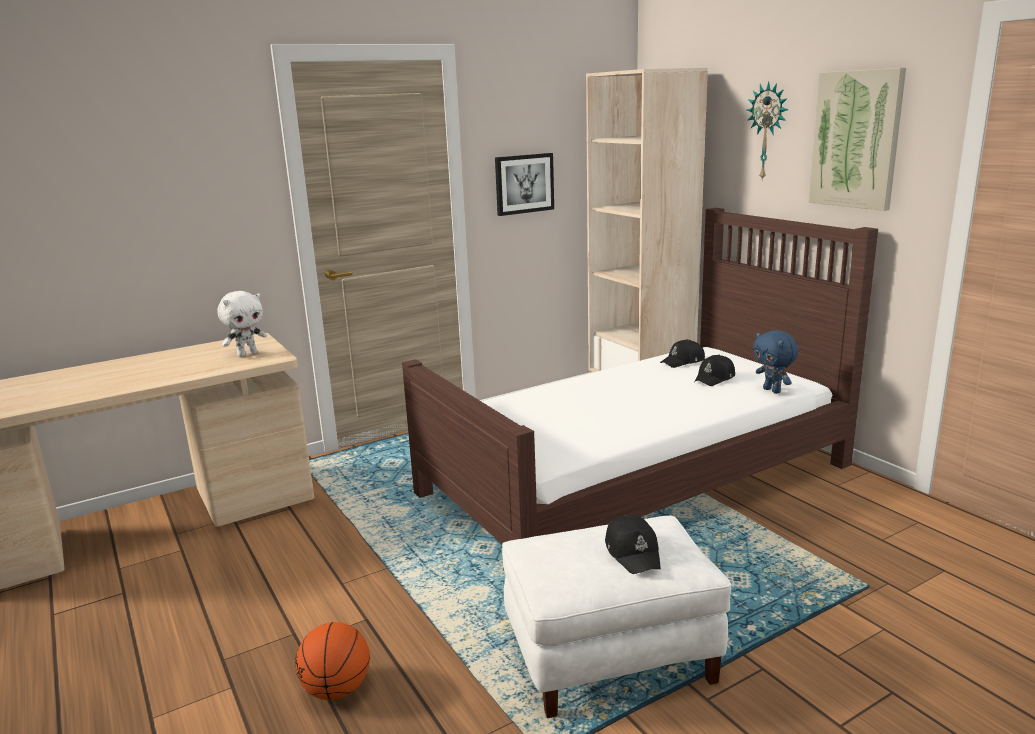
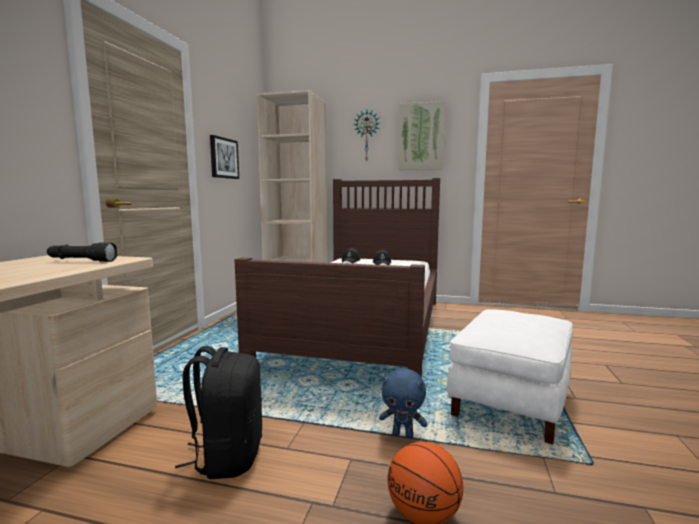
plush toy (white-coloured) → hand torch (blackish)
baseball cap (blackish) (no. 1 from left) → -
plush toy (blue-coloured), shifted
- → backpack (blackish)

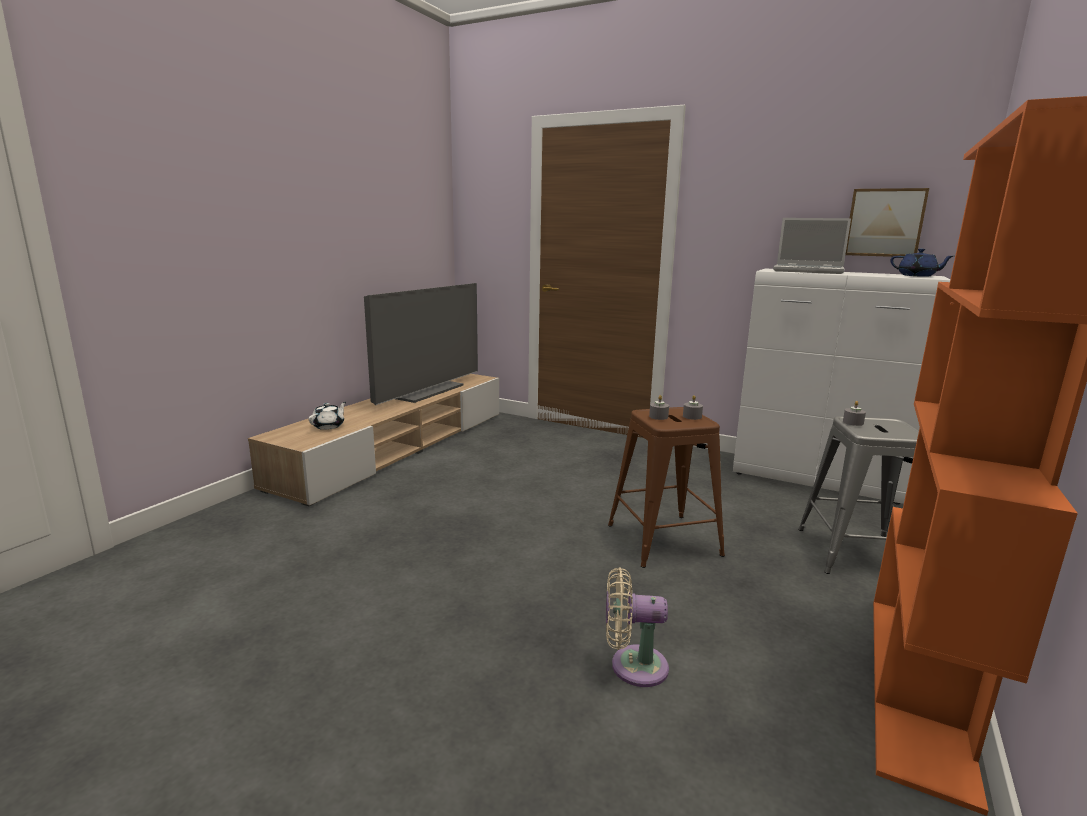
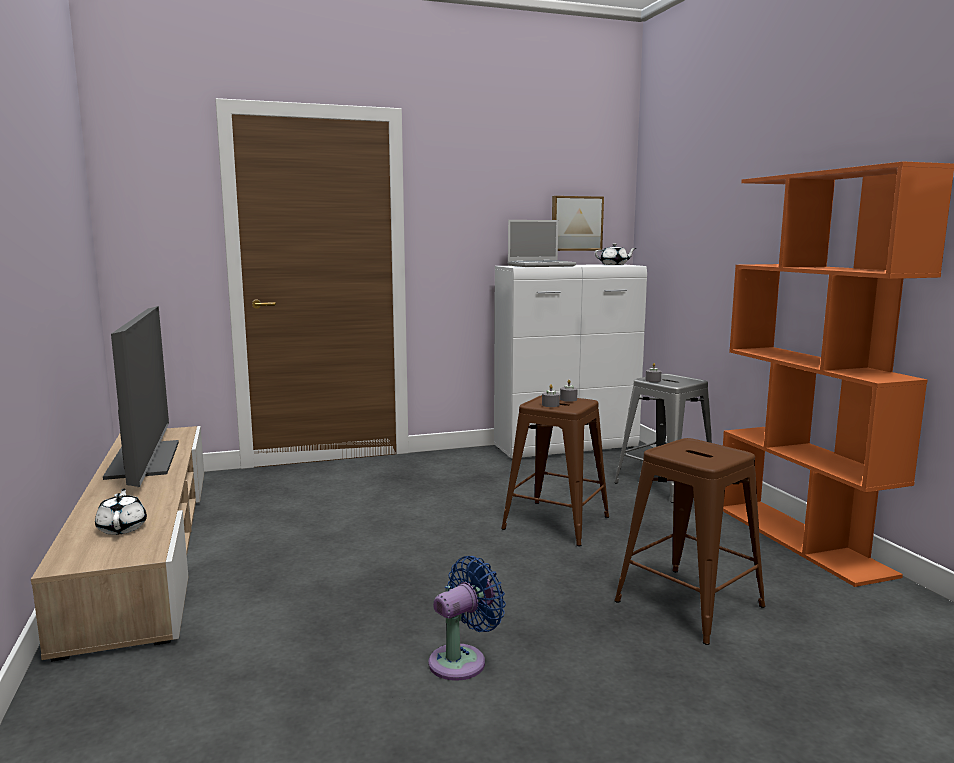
cooling fan (beige) → stool (brown) (no. 2 from left)
teapot (blue-coloured) → teapot (white-coloured) (no. 2 from left)
- → cooling fan (blue-coloured)

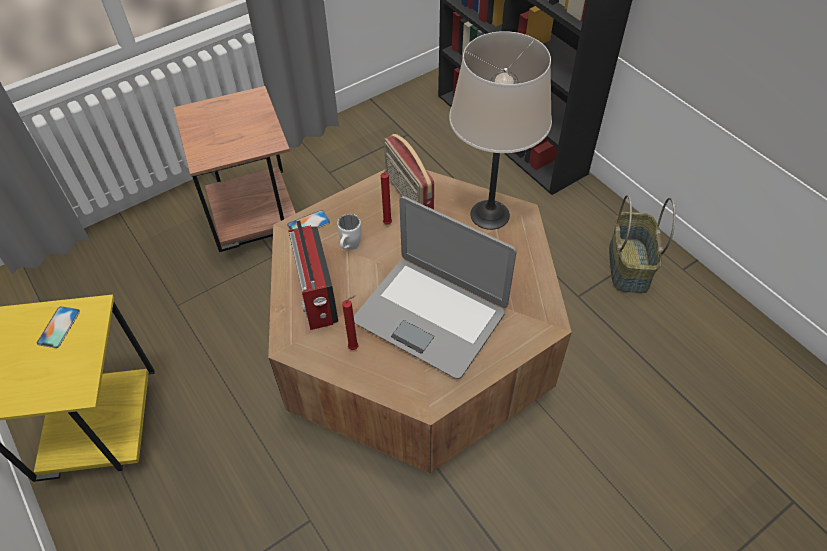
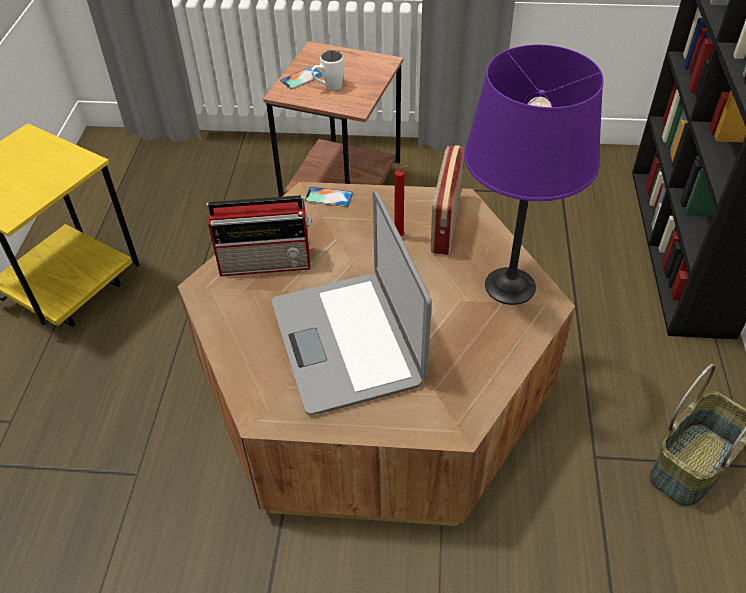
handset (no. 1 from left), shifted
radio (no. 1 from left), 120 degrees counterclockwise
tea mug (white-coloured), shifted
wax candle (red) (no. 1 from left) → -
lamp for a table (beige) → lamp for a table (purple)

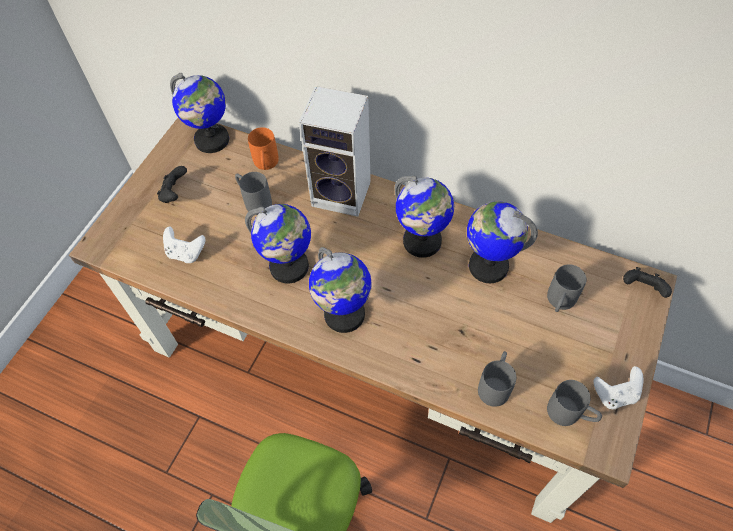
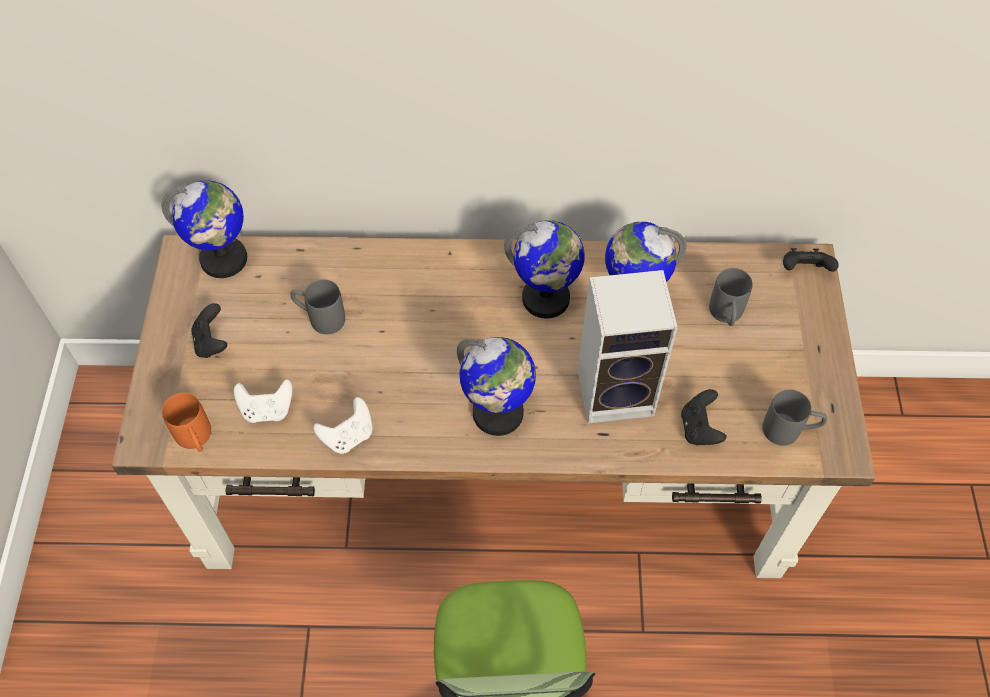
world globe (no. 2 from left) → -
tea mug (orangey), shifted
loudspeaker, shifted
tea mug (grey) (no. 2 from left) → gamepad (blackish) (no. 2 from left)
gamepad (white-coloured) (no. 2 from left), shifted

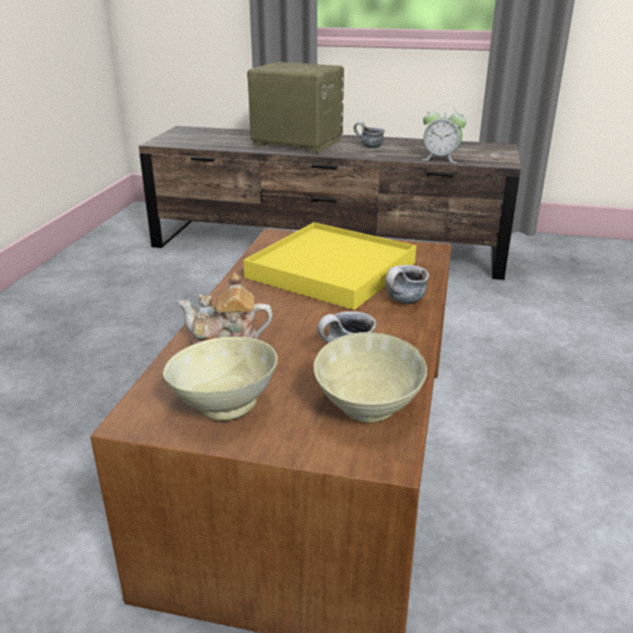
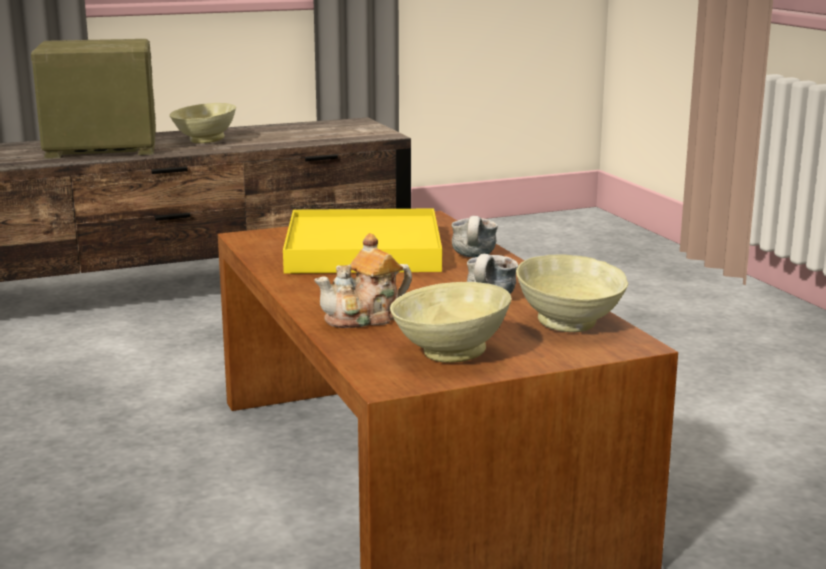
tea mug (no. 2 from left) → deep dish (beige) (no. 1 from left)
table clock → -

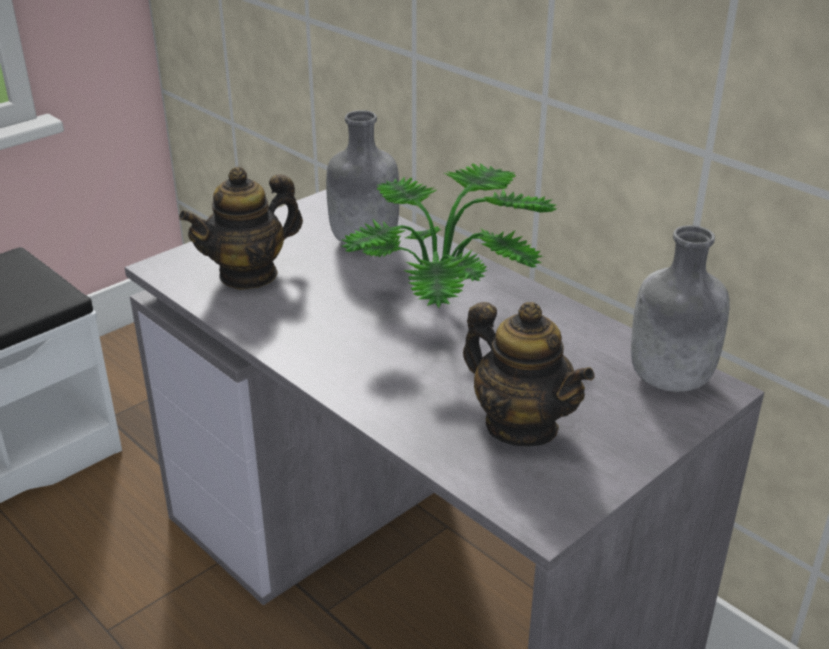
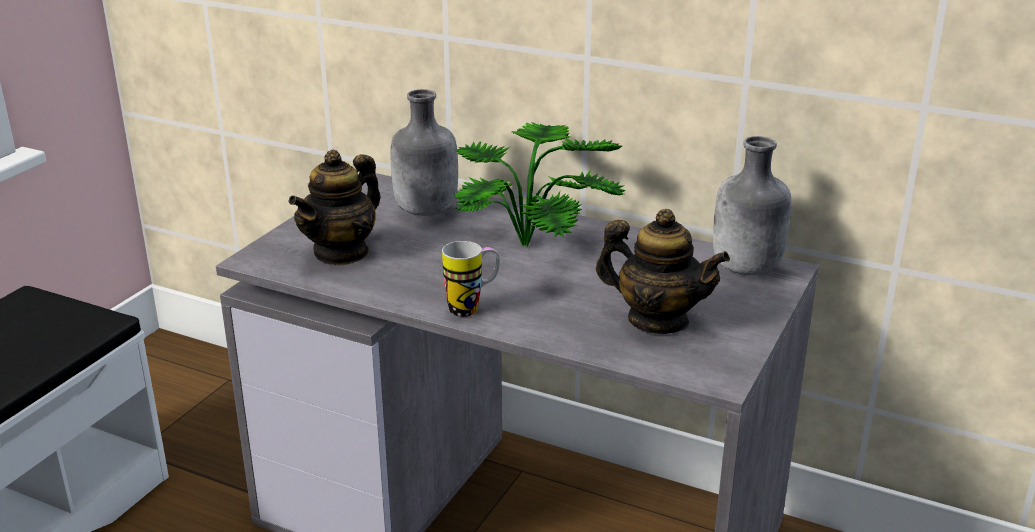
- → tea mug

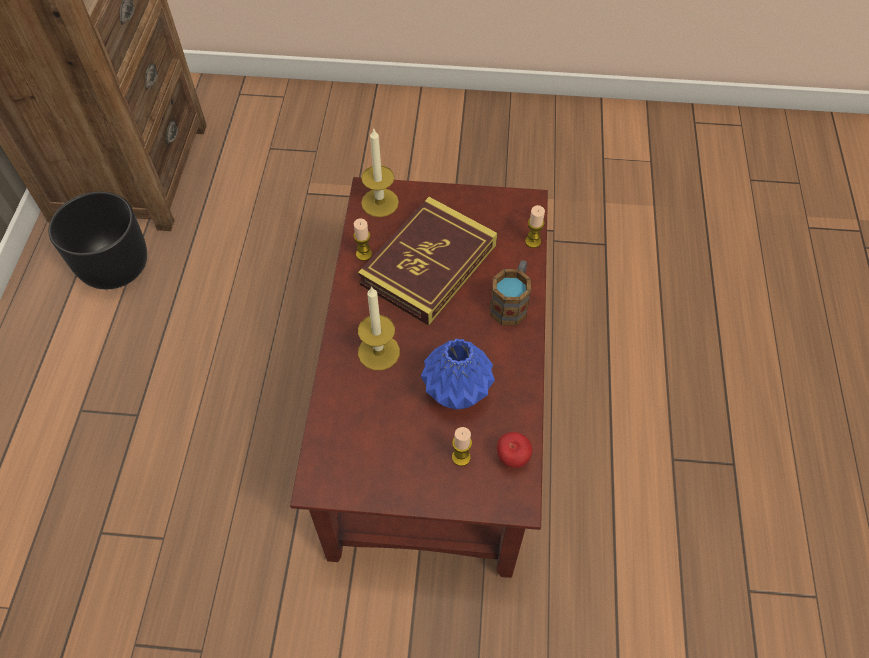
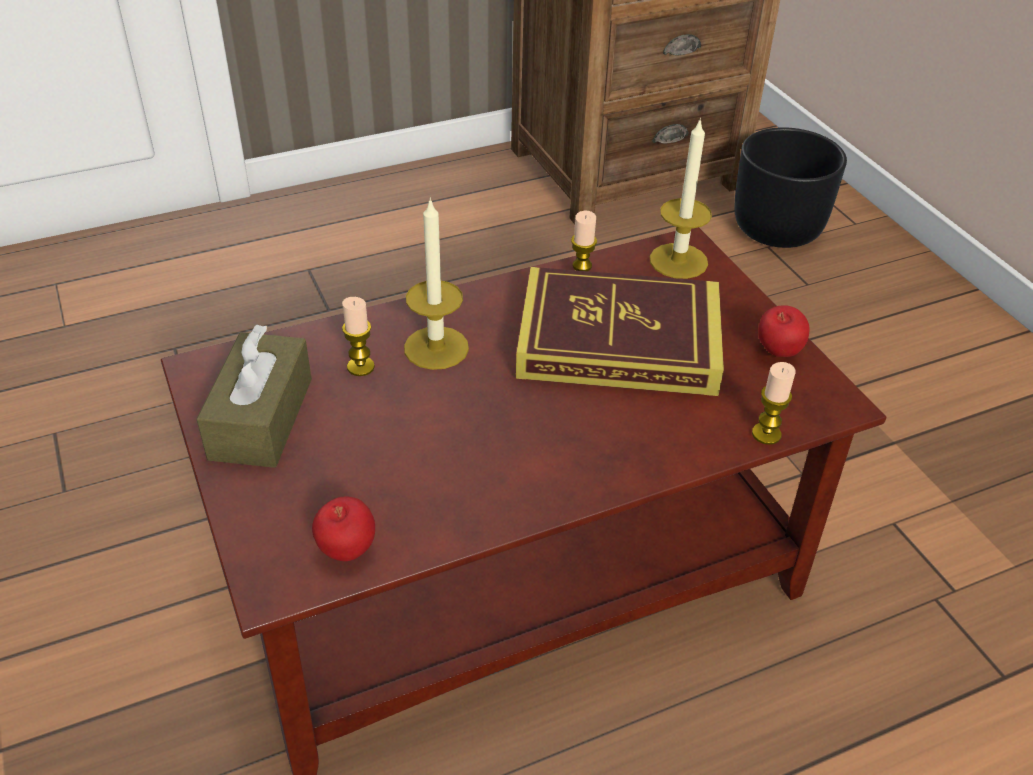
flower pot (blackish), shifted
flower vase (blue-coloured) → -
wax candle (no. 4 from left in the first image) → wax candle (no. 1 from left), shifted
tea mug → -
- → tissue holder (brown)
- → whole apple (no. 2 from left)

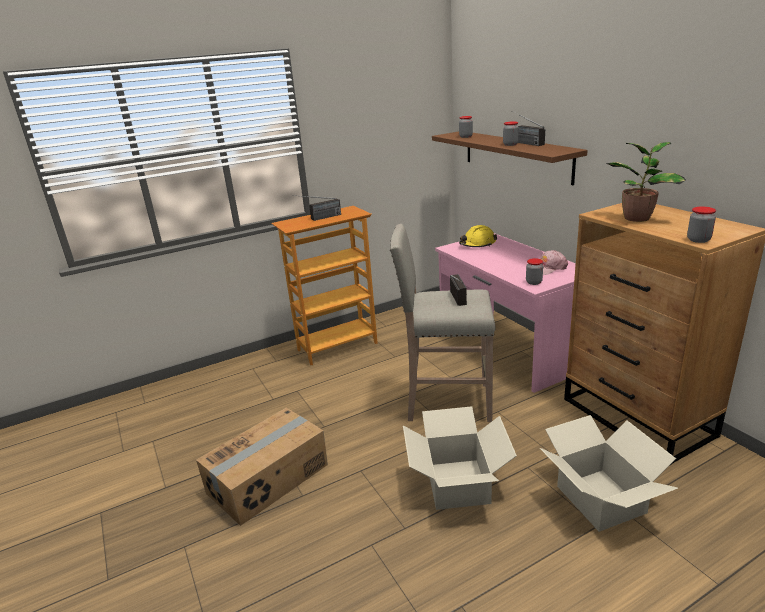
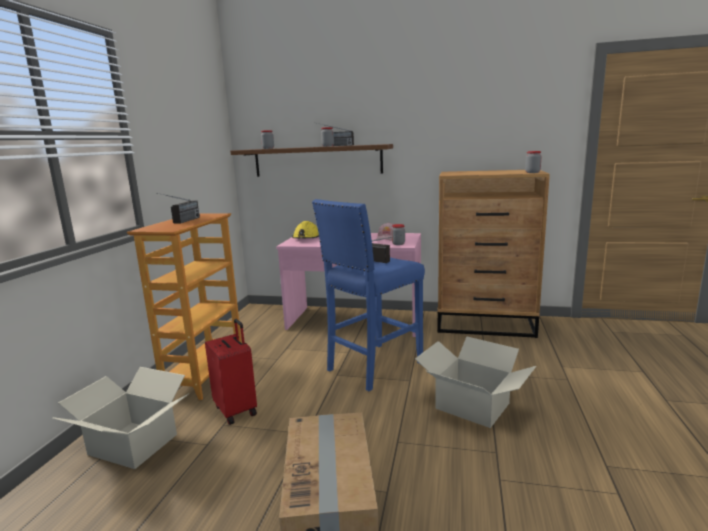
stool (beige) → stool (blue-coloured)
cardboard box (no. 3 from left in the first image) → cardboard box (no. 1 from left), shifted
potted plant → -
- → suitcase (red)

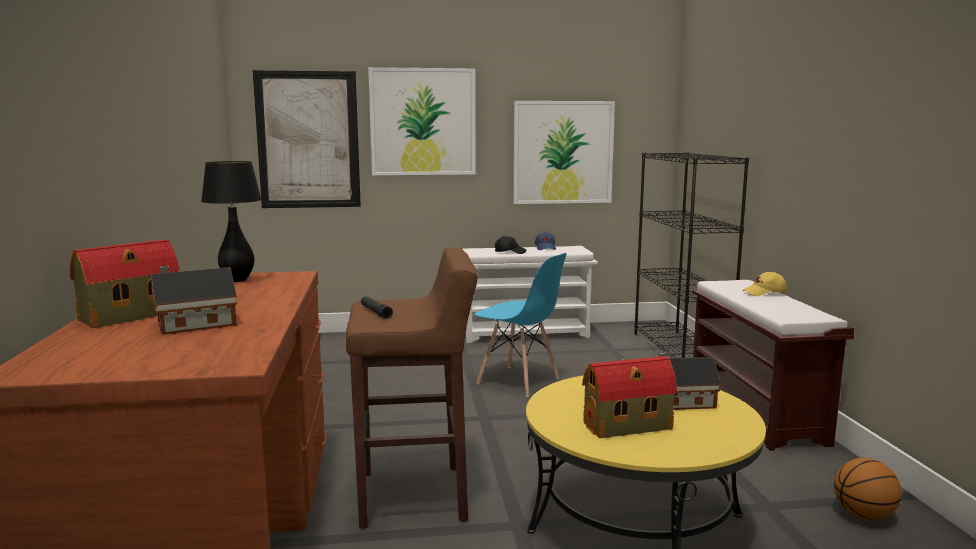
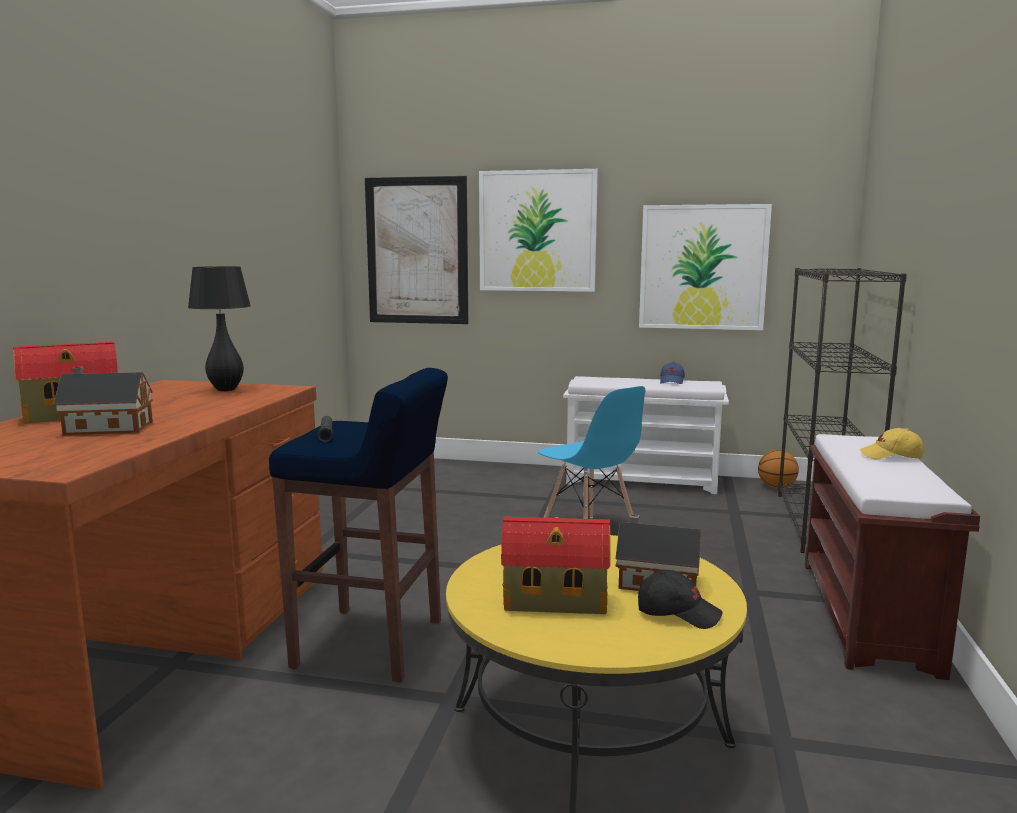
stool (brown) → stool (blue-coloured)
baseball cap (blackish), shifted
ball for basketball, shifted

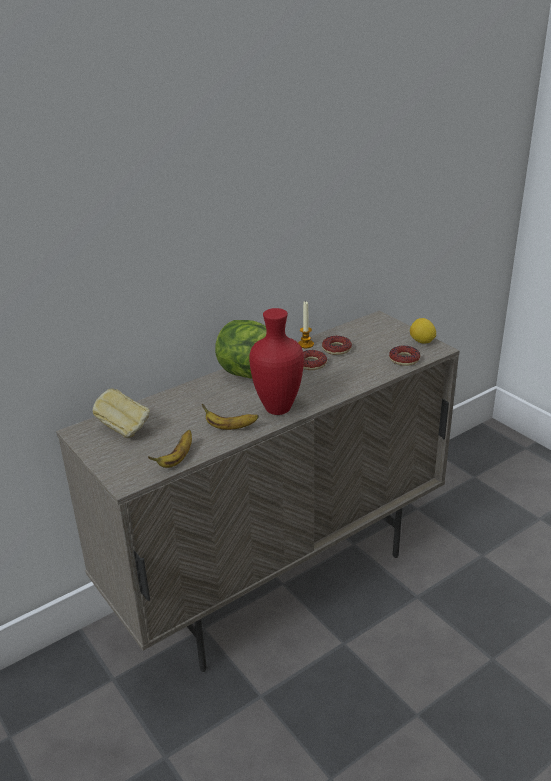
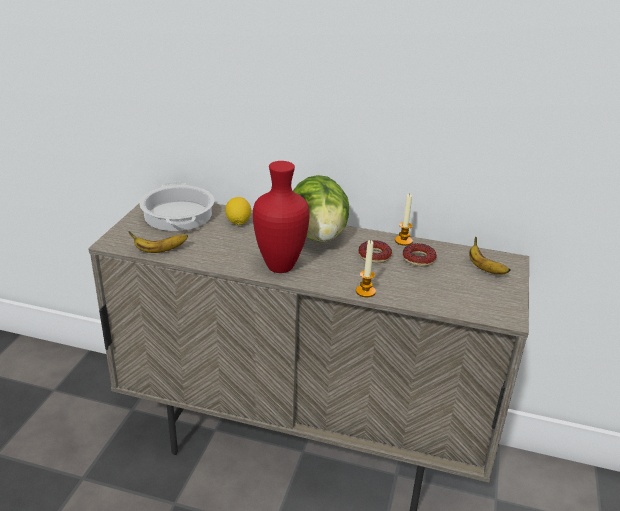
bread → saucepot
banana (no. 2 from left), shifted
doughnut (no. 3 from left) → -
lemon, shifted
- → wax candle (no. 1 from left)

